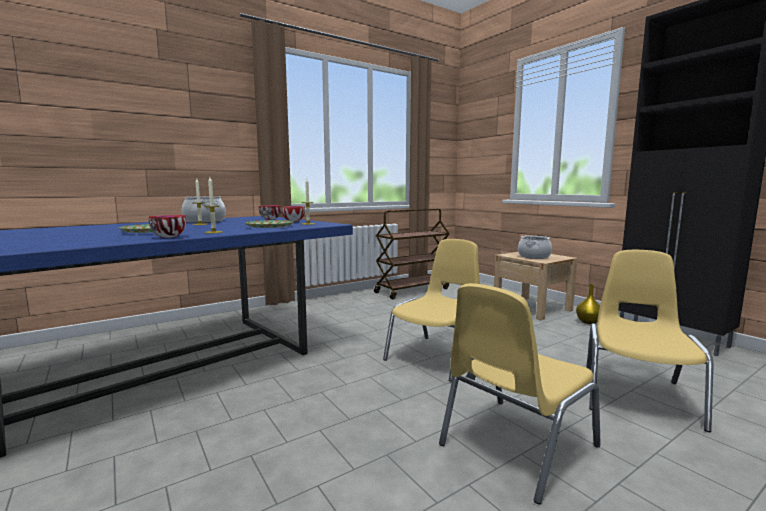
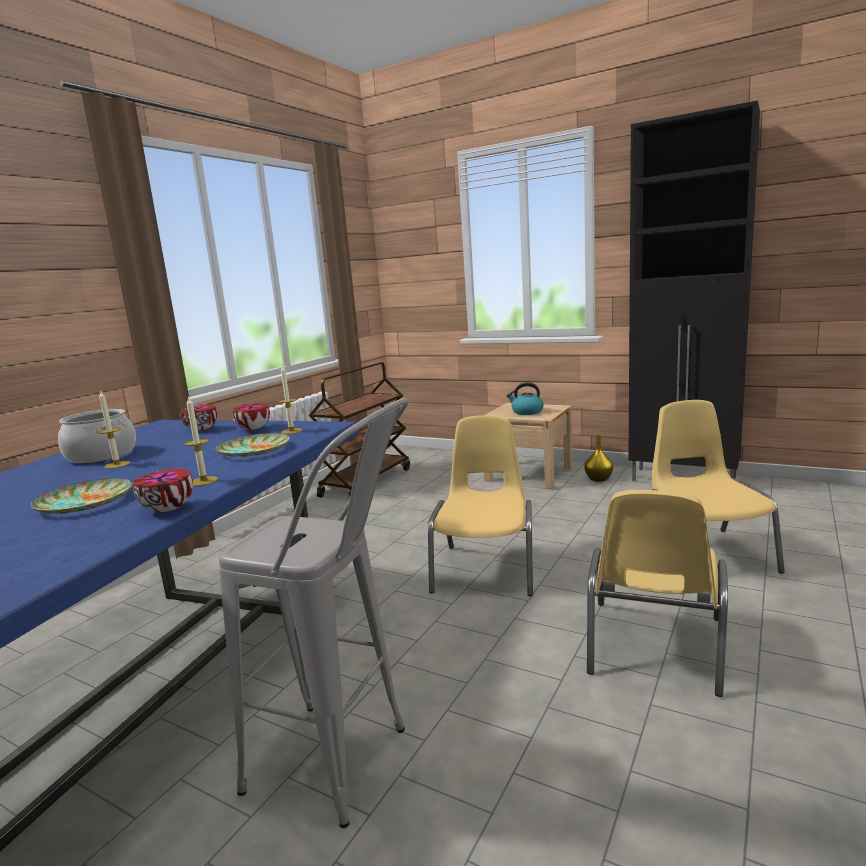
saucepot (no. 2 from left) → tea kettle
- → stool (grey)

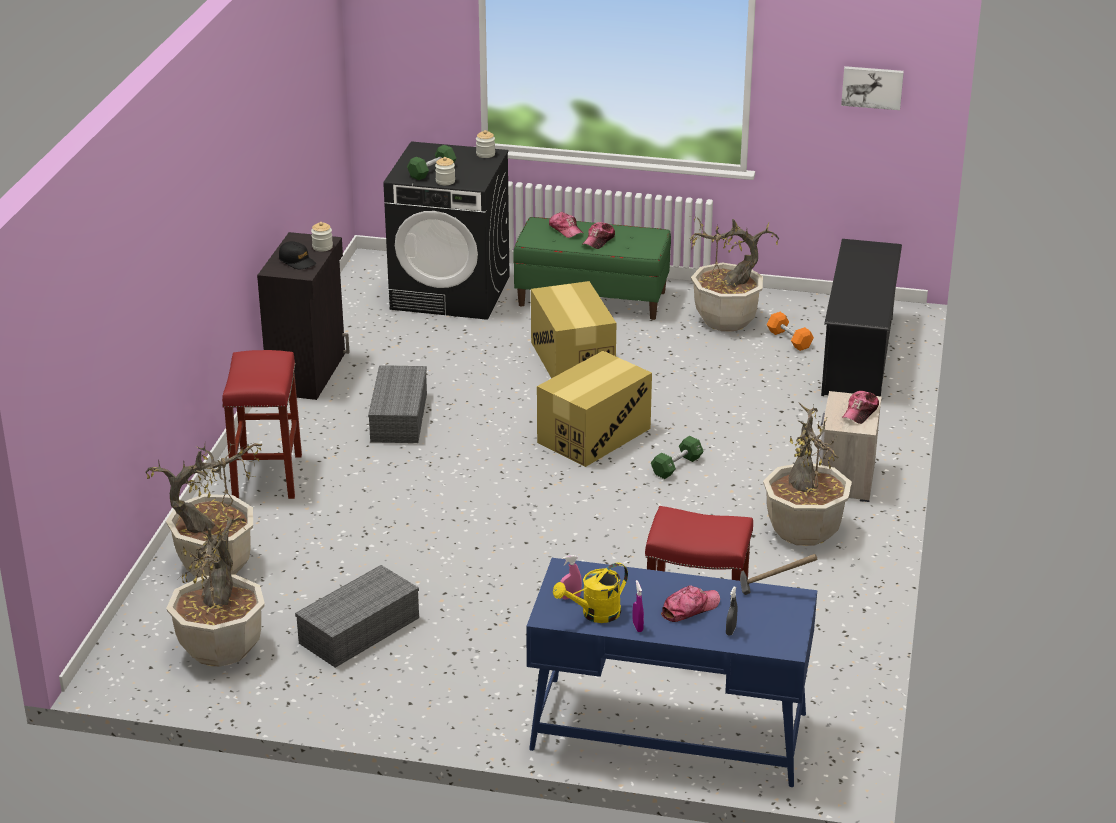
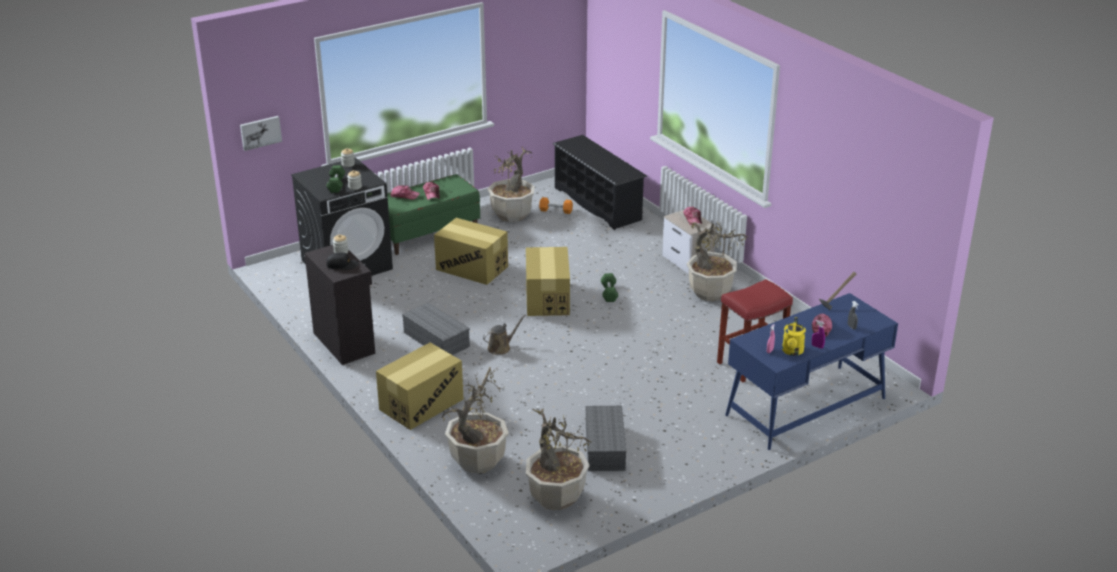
stool (red) (no. 1 from left) → cardboard box (no. 1 from left)
wall picture, shifted
- → watering can (brown)

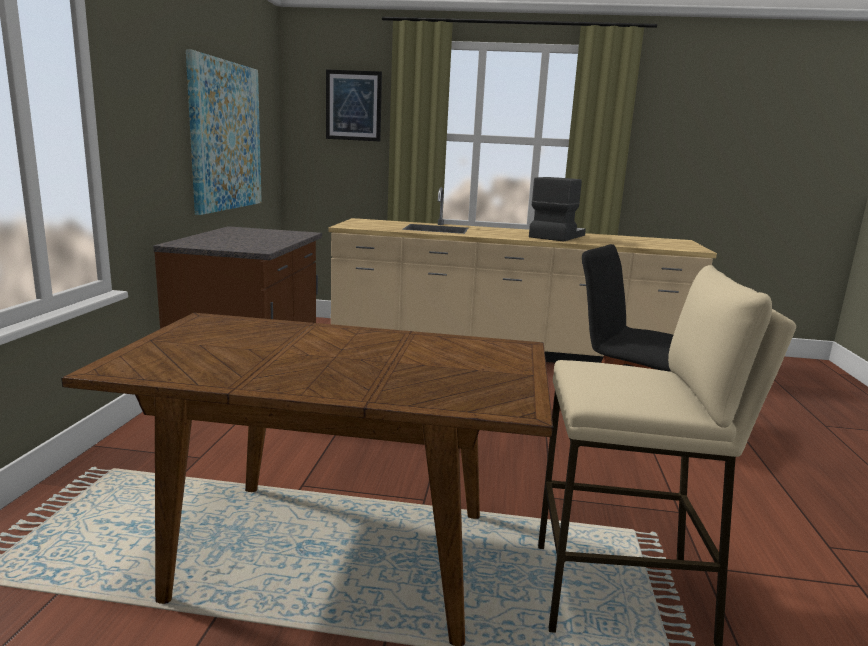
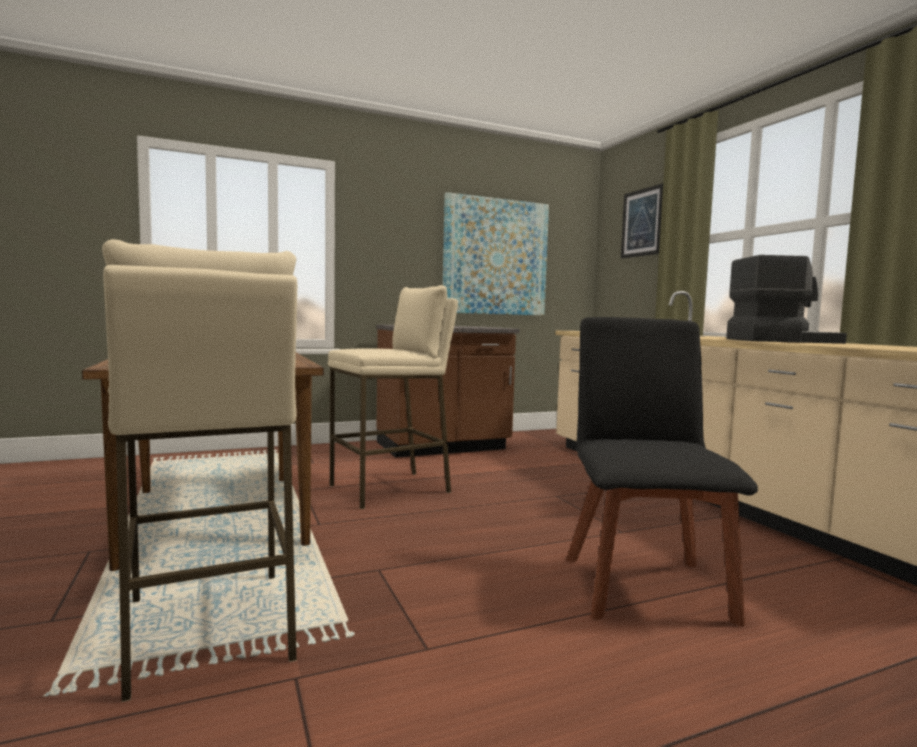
- → stool (beige) (no. 2 from left)

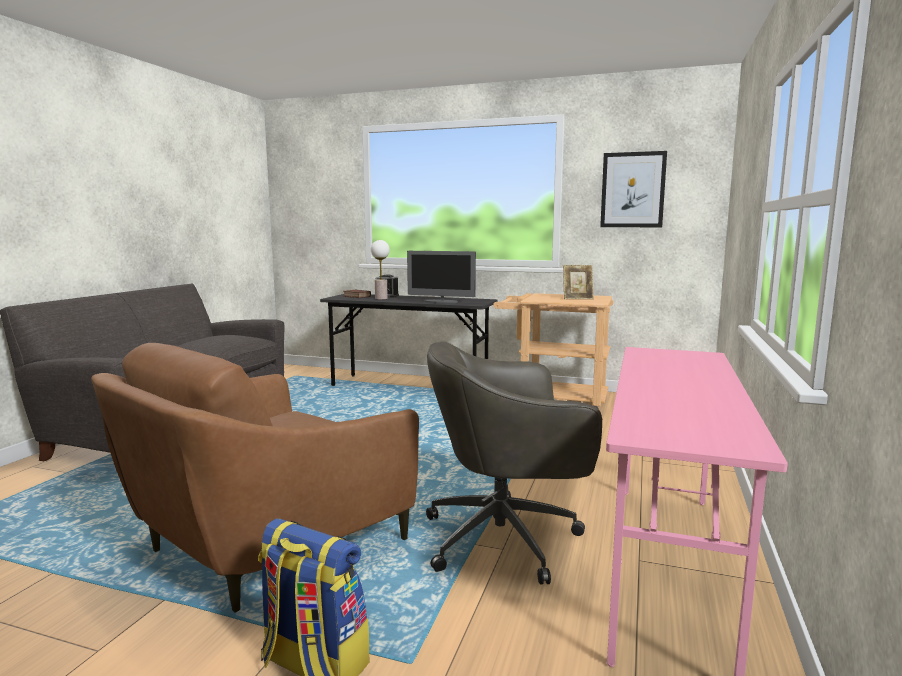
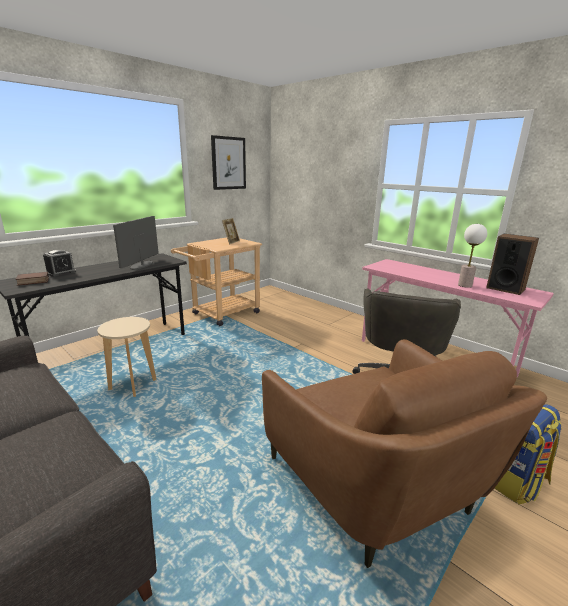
lamp for a table, shifted
monitor, 150 degrees clockwise
- → stool (beige)
- → loudspeaker

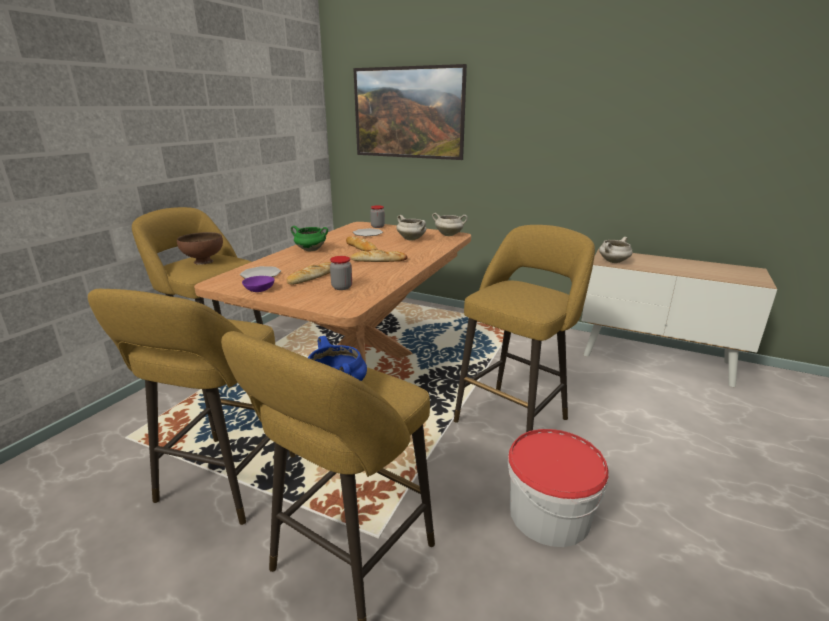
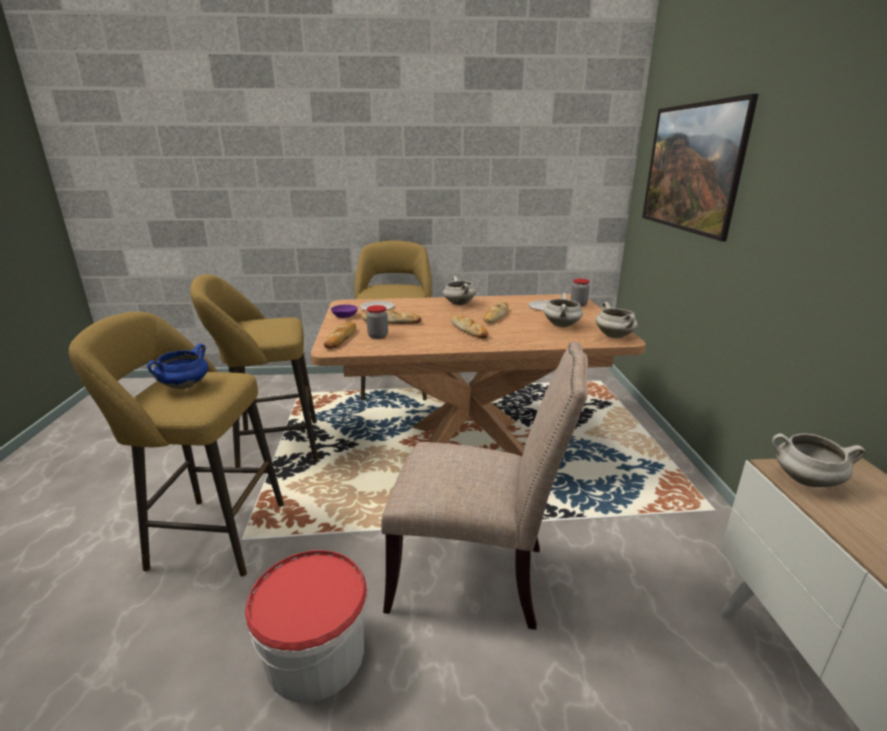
deep dish (brown) → -
saucepot (green-coloured) → saucepot (white-coloured) (no. 1 from left)
stool (yellow) (no. 4 from left) → chair (beige)
- → bread (no. 1 from left)

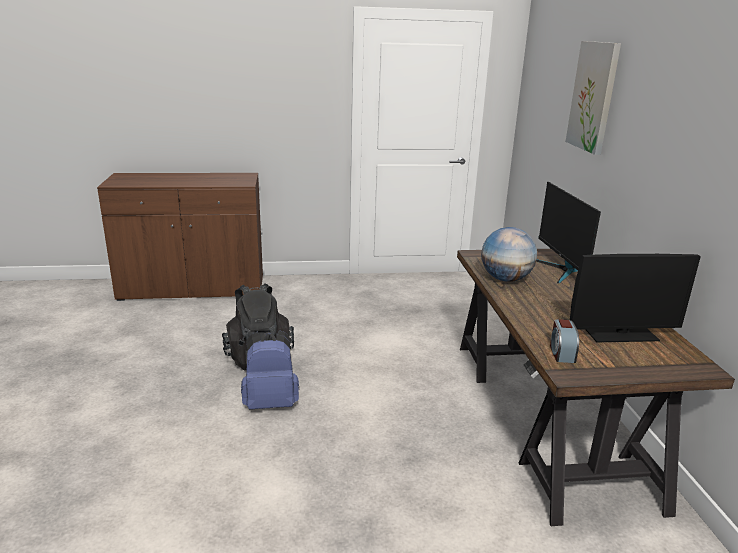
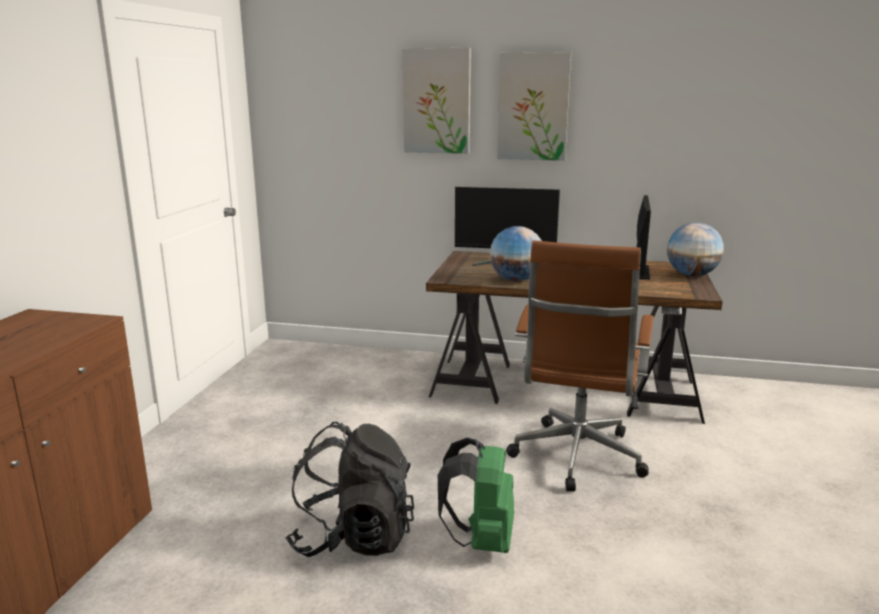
backpack (blue-coloured) → backpack (green-coloured)
table clock → -
- → wall picture (no. 2 from left)
- → desk chair (brown)
- → world globe (no. 2 from left)

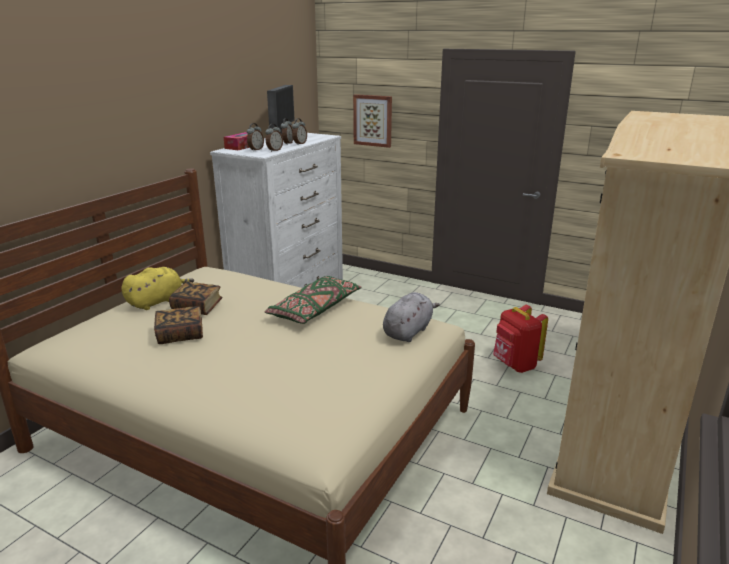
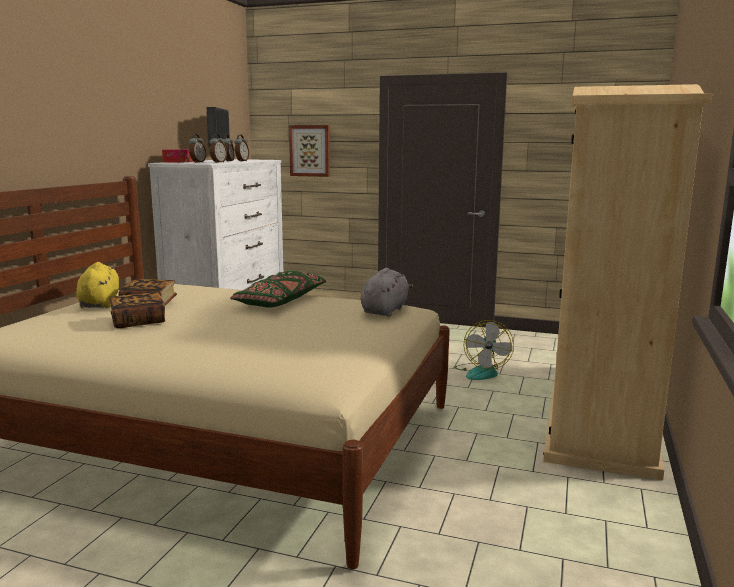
plush toy (yellow), 45 degrees counterclockwise
backpack (red) → cooling fan

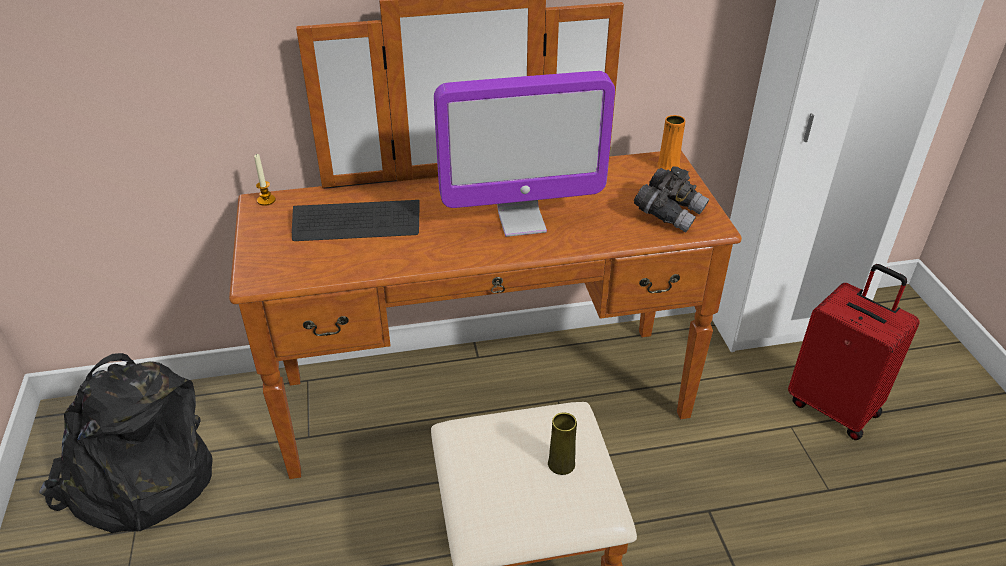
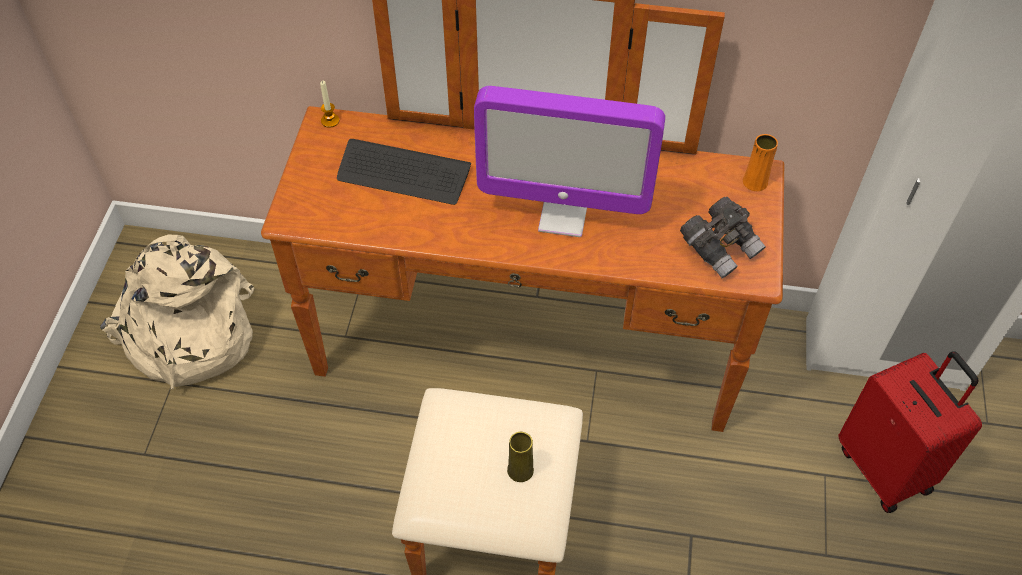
backpack (blackish) → backpack (beige)

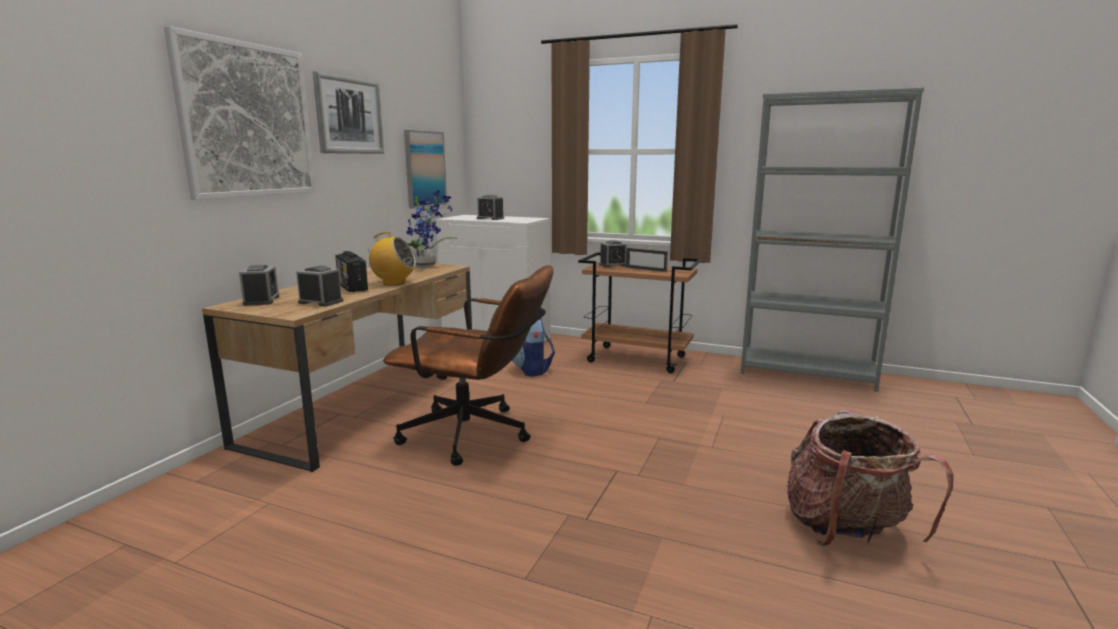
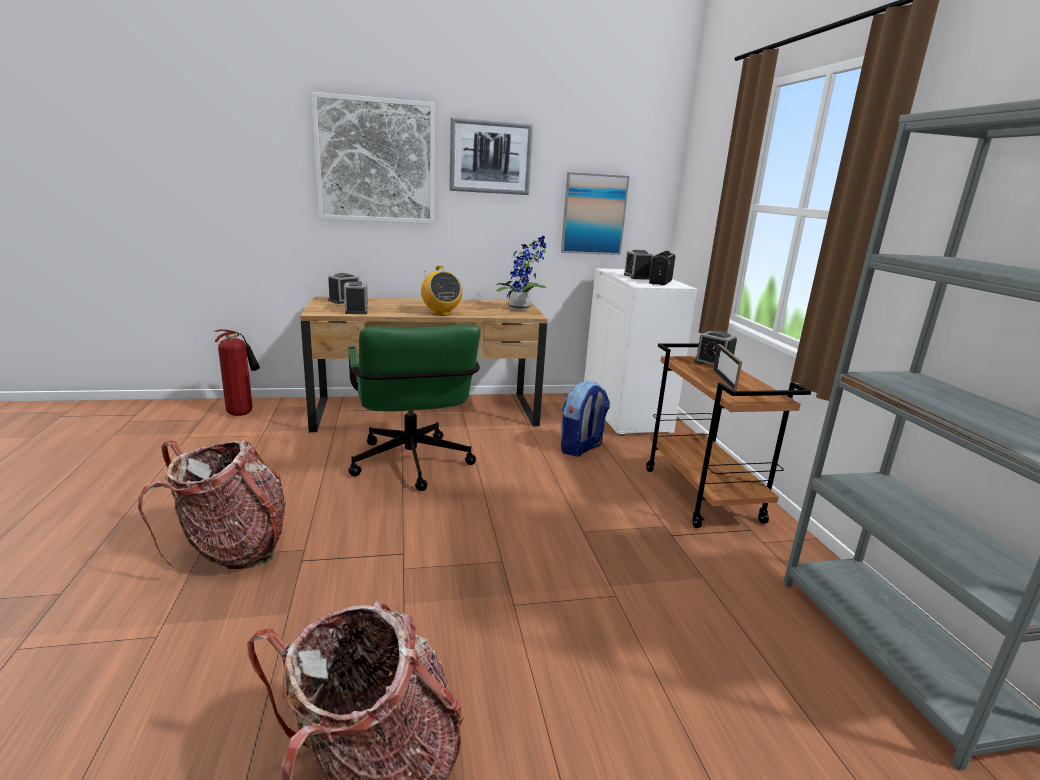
radio (no. 1 from left in the first image) → radio (no. 2 from left), shifted
desk chair (brown) → desk chair (green-coloured)
- → backpack (no. 1 from left)
- → fire-fighting cylinder

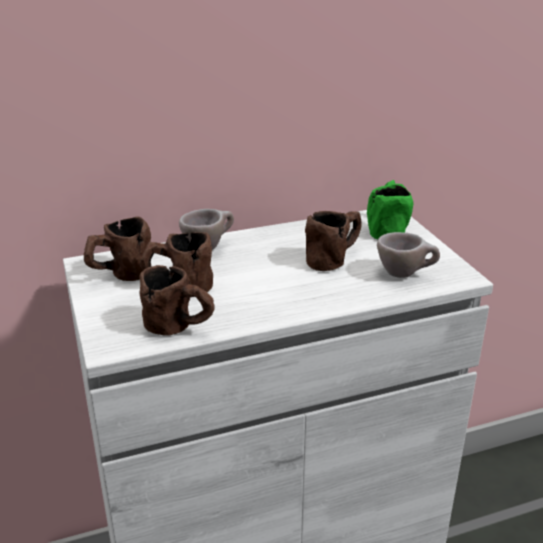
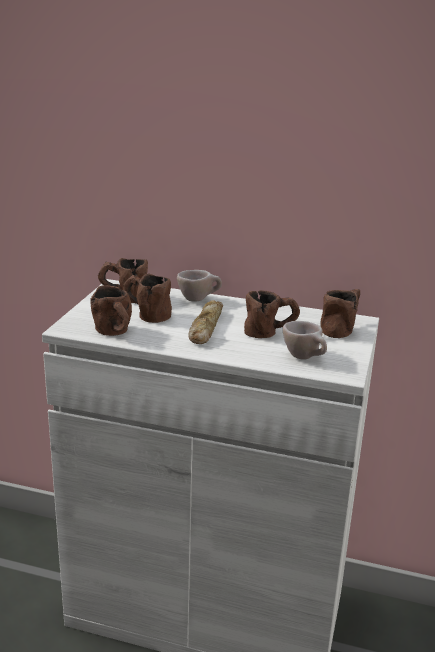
tea mug (green-coloured) → tea mug (brown) (no. 5 from left)
- → bread

